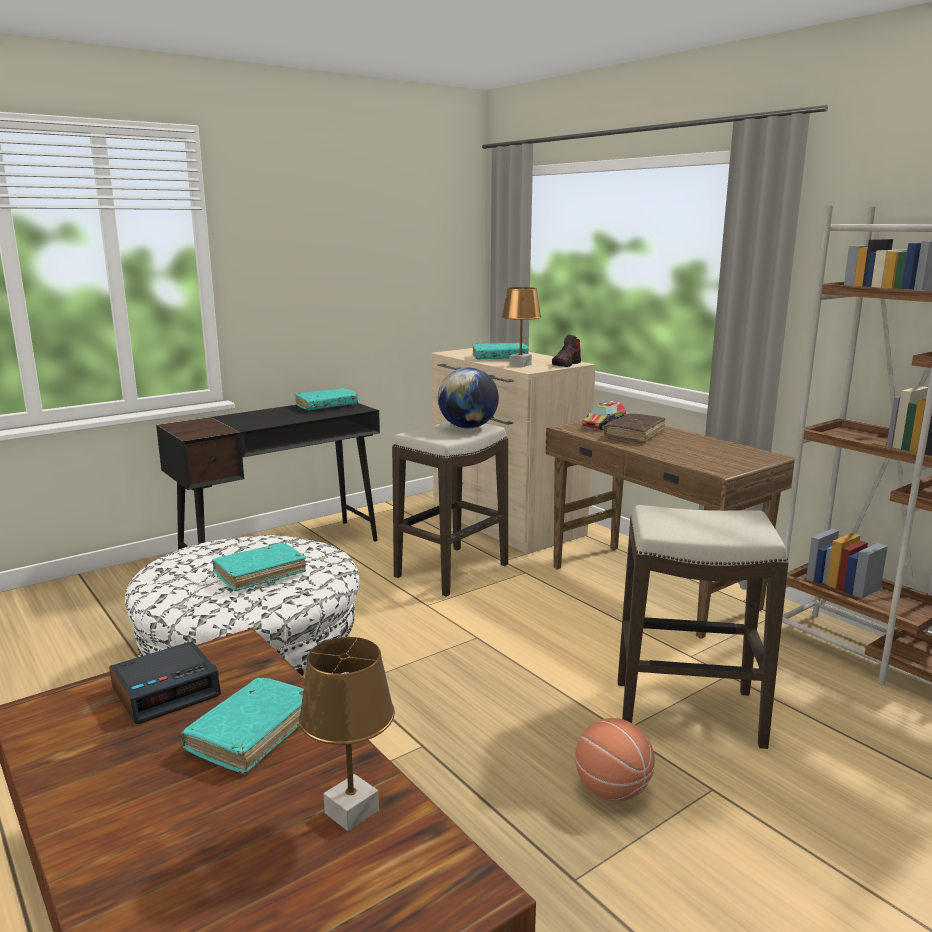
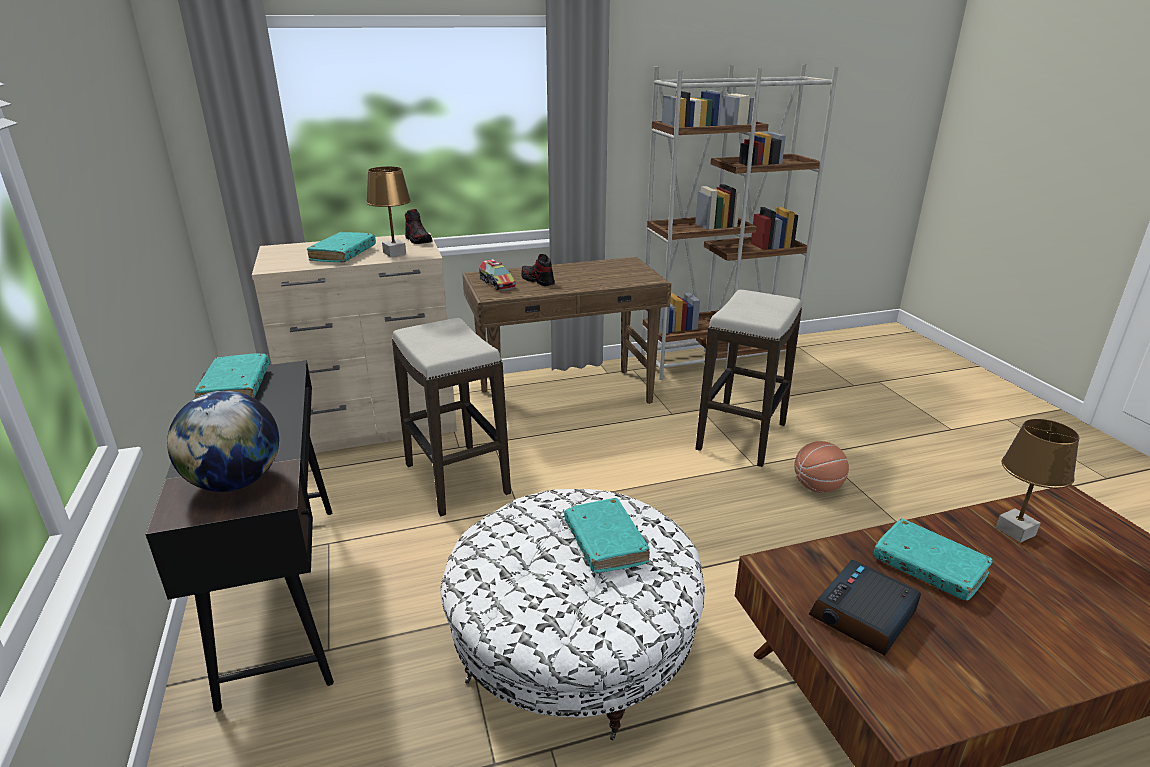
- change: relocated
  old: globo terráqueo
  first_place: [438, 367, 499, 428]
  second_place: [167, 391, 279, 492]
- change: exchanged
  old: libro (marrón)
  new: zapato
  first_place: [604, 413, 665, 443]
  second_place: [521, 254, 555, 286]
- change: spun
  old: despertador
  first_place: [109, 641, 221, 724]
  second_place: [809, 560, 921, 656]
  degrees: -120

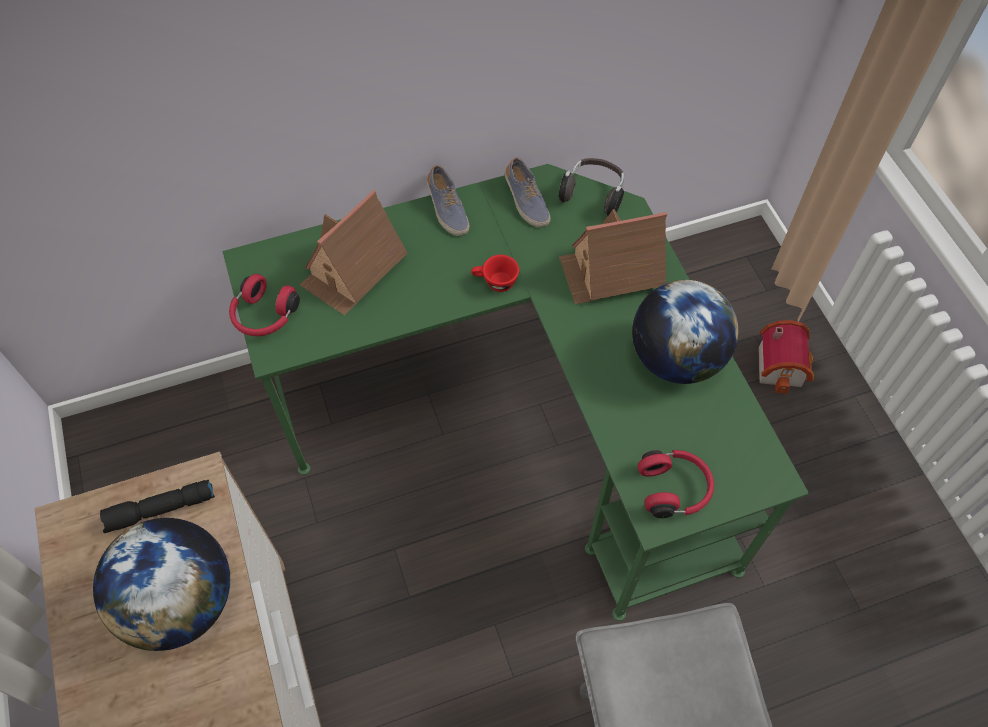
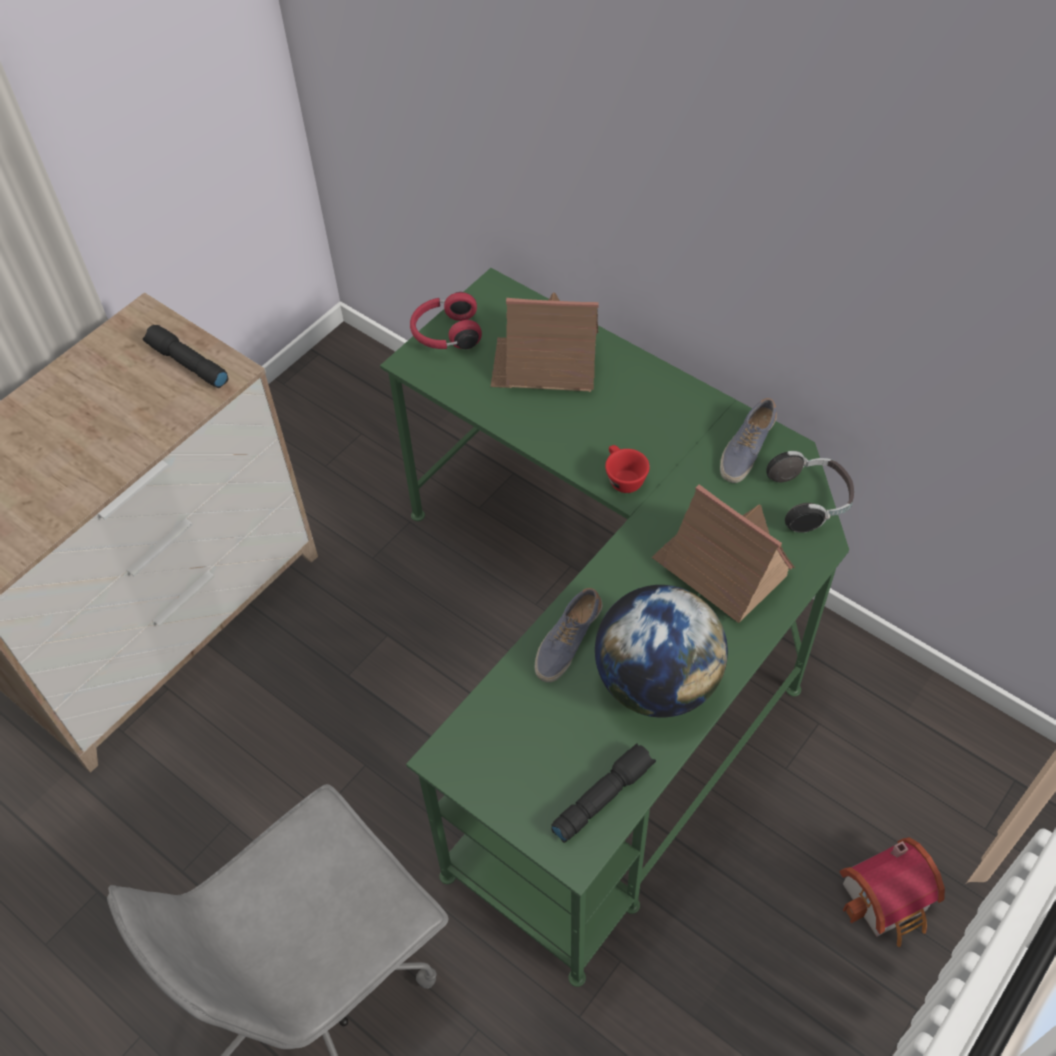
- change: missing
  old: globo terráqueo
  first_place: [93, 518, 230, 651]
- change: missing
  old: auriculares (rojo)
  first_place: [638, 450, 714, 518]
- change: appeared
  new: linterna (negro)
  second_place: [551, 743, 656, 843]
- change: relocated
  old: zapato
  first_place: [426, 165, 469, 236]
  second_place: [534, 588, 603, 682]

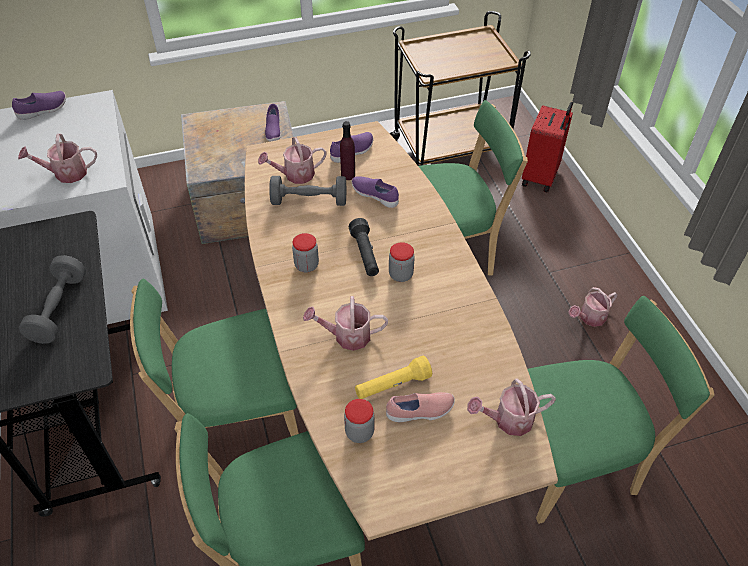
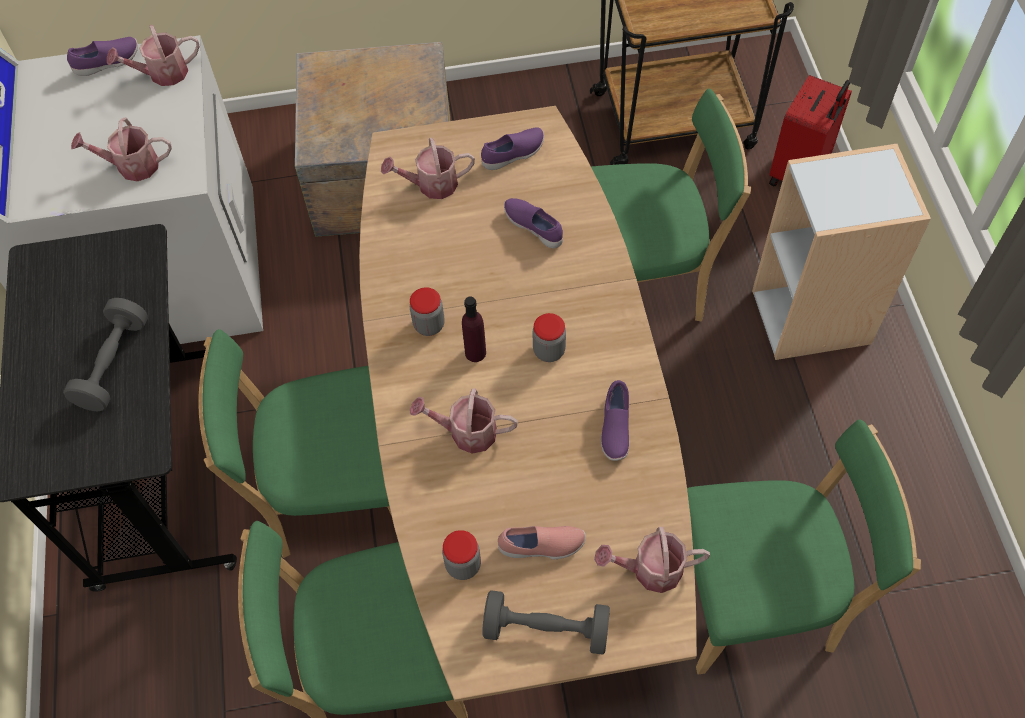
- change: missing
  old: linterna (negro)
  first_place: [349, 218, 379, 276]
- change: missing
  old: linterna (amarillo)
  first_place: [355, 356, 432, 399]
- change: appeared
  new: estantería
  second_place: [752, 144, 931, 360]
- change: relocated
  old: zapato (morado)
  first_place: [265, 104, 281, 141]
  second_place: [601, 380, 629, 461]
- change: relocated
  old: mancuerna (gris)
  first_place: [269, 176, 346, 206]
  second_place: [482, 590, 610, 655]
- change: relocated
  old: botella (morado)
  first_place: [340, 121, 355, 180]
  second_place: [462, 296, 486, 362]
- change: relocated
  old: regadera
  first_place: [568, 287, 618, 327]
  second_place: [107, 25, 200, 86]

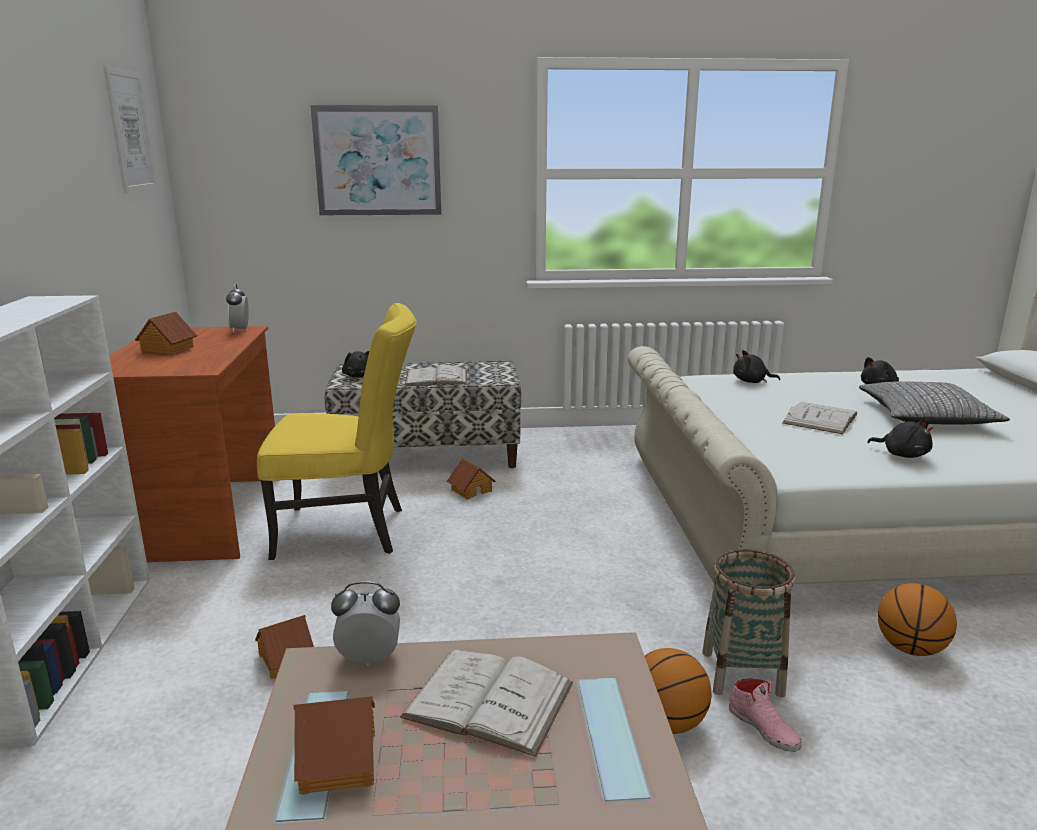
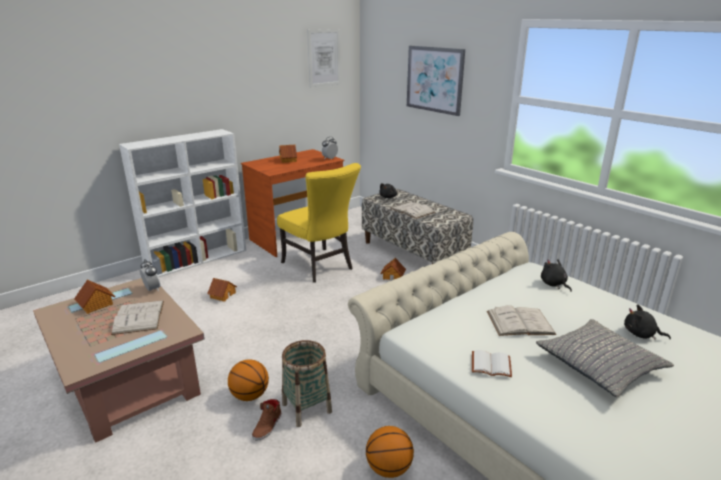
- change: exchanged
  old: peluche (negro)
  new: libro (blanco)
  first_place: [868, 420, 933, 458]
  second_place: [472, 350, 512, 377]
- change: colour
  old: zapato (rosa)
  new: zapato (marrón)
  first_place: [729, 678, 802, 752]
  second_place: [252, 399, 281, 441]

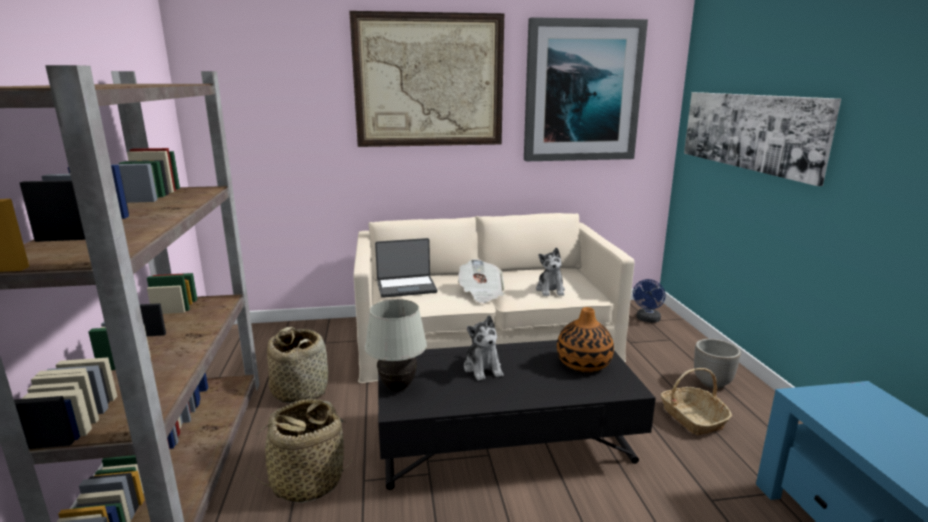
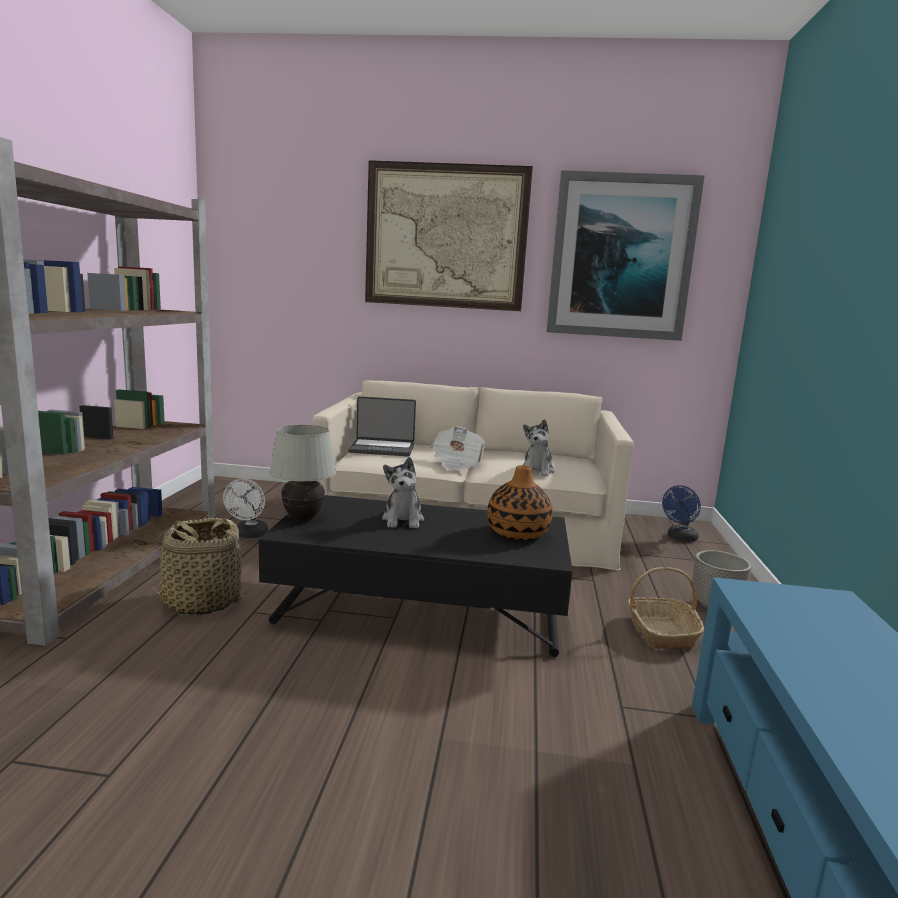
- change: missing
  old: cuadro
  first_place: [684, 92, 841, 186]
- change: exchanged
  old: cesta
  new: ventilador (blanco)
  first_place: [267, 327, 328, 403]
  second_place: [223, 479, 268, 538]

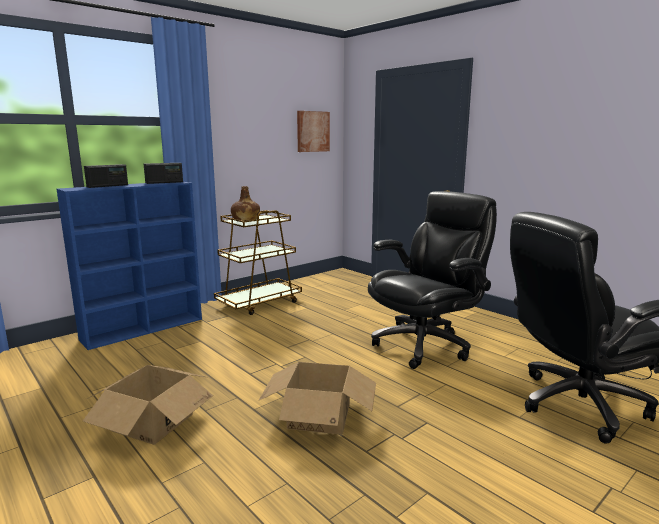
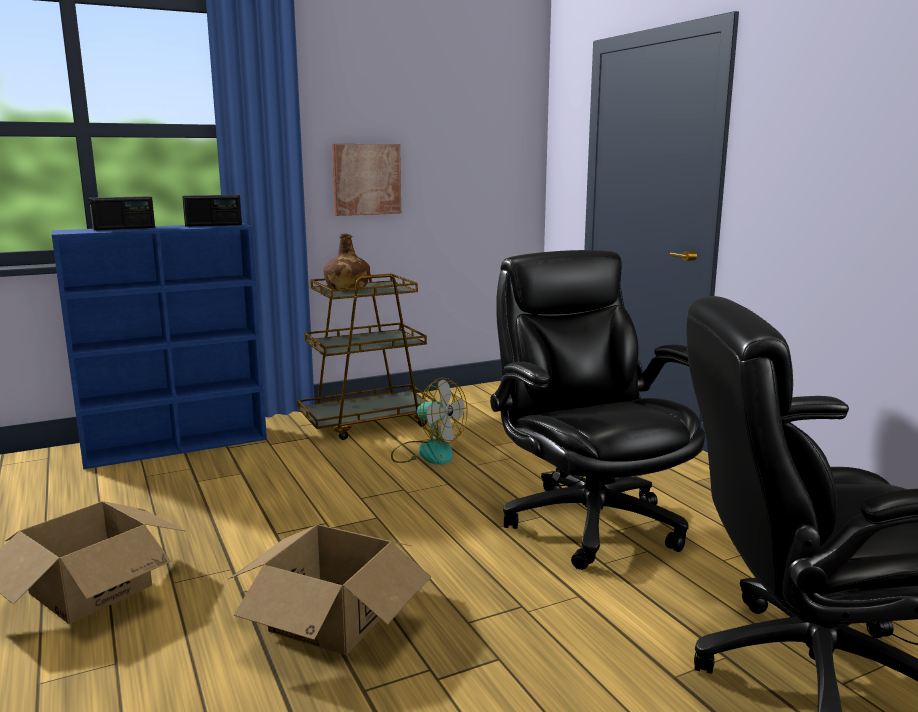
- change: appeared
  new: ventilador
  second_place: [391, 378, 467, 465]
- change: relocated
  old: cuadro
  first_place: [297, 111, 330, 152]
  second_place: [332, 144, 401, 216]
- change: spun
  old: silla de oficina (negro)
  first_place: [368, 191, 497, 369]
  second_place: [490, 250, 705, 570]
  degrees: -90

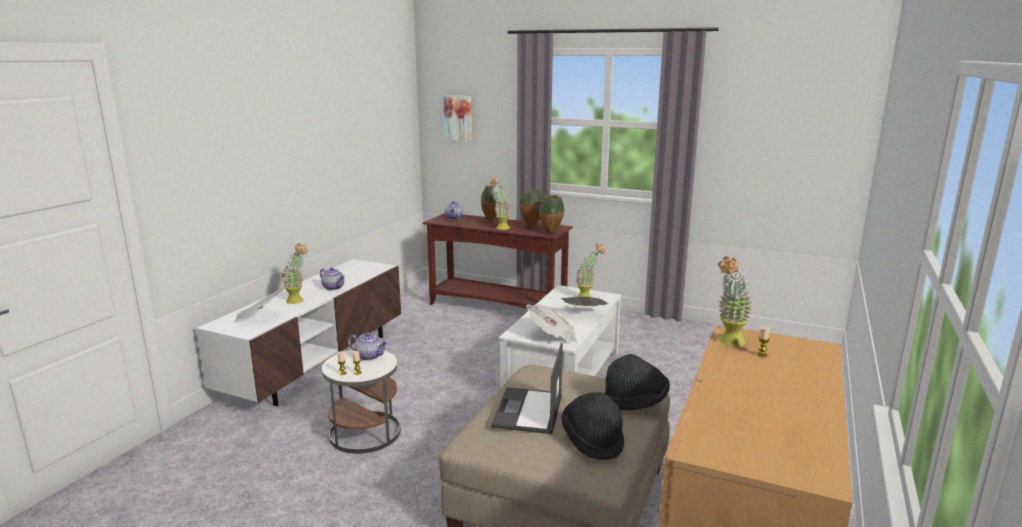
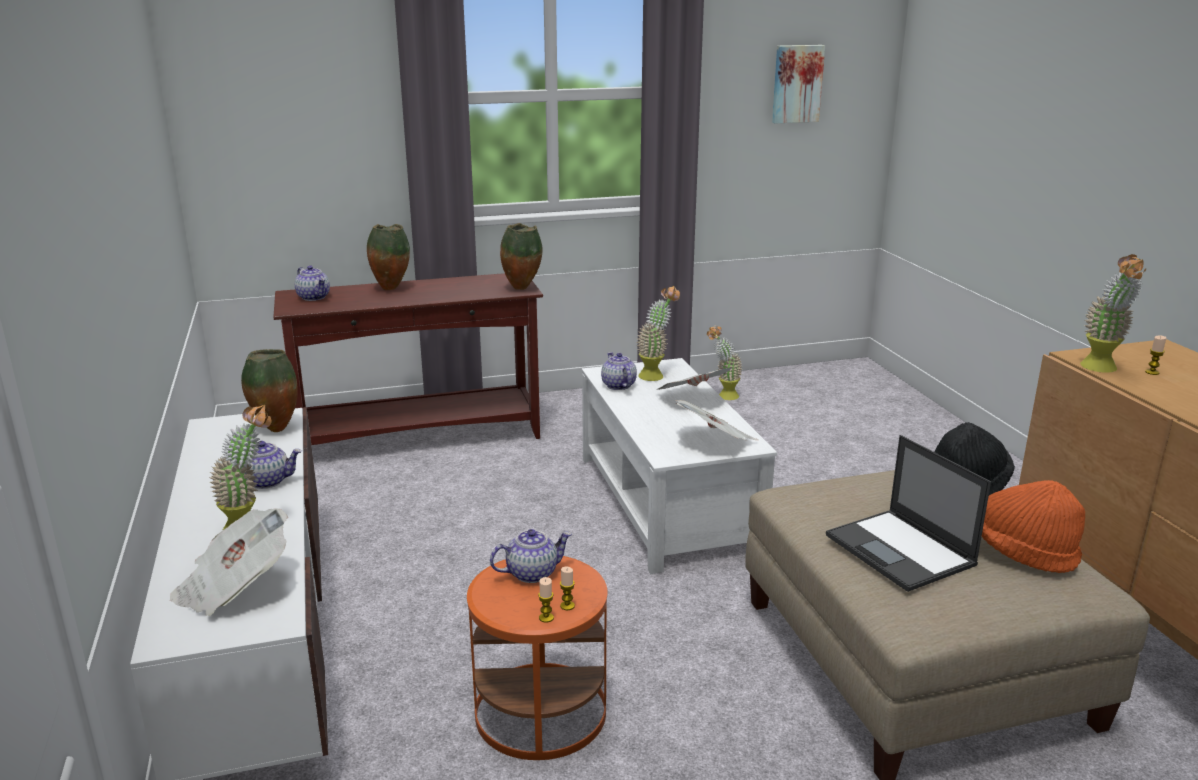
- change: appeared
  new: tetera
  second_place: [601, 352, 637, 390]
- change: relocated
  old: cuadro
  first_place: [443, 95, 472, 141]
  second_place: [772, 45, 825, 124]
- change: relocated
  old: planta en maceta
  first_place: [490, 178, 511, 230]
  second_place: [707, 325, 742, 400]
- change: relocated
  old: florero
  first_place: [519, 189, 543, 228]
  second_place: [241, 349, 298, 432]
- change: colour
  old: mesa auxiliar (blanco)
  new: mesa auxiliar (naranja)
  first_place: [322, 350, 401, 454]
  second_place: [467, 556, 607, 760]
- change: colour
  old: sombrero (negro)
  new: sombrero (naranja)
  first_place: [562, 392, 624, 460]
  second_place: [982, 480, 1085, 573]

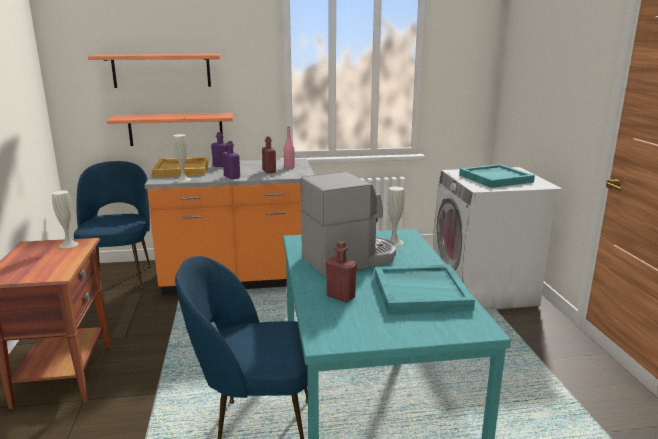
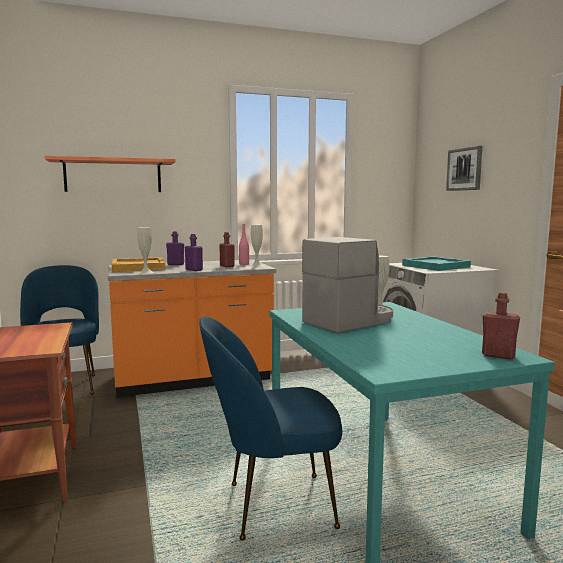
- change: missing
  old: estante
  first_place: [106, 113, 233, 146]
- change: missing
  old: bandeja (turquesa)
  first_place: [375, 265, 475, 314]
- change: appeared
  new: cuadro
  second_place: [446, 146, 482, 191]
- change: relocated
  old: florero (blanco)
  first_place: [52, 191, 79, 248]
  second_place: [250, 225, 263, 267]
- change: relocated
  old: botella (rojo)
  first_place: [326, 241, 357, 302]
  second_place: [482, 292, 520, 359]

